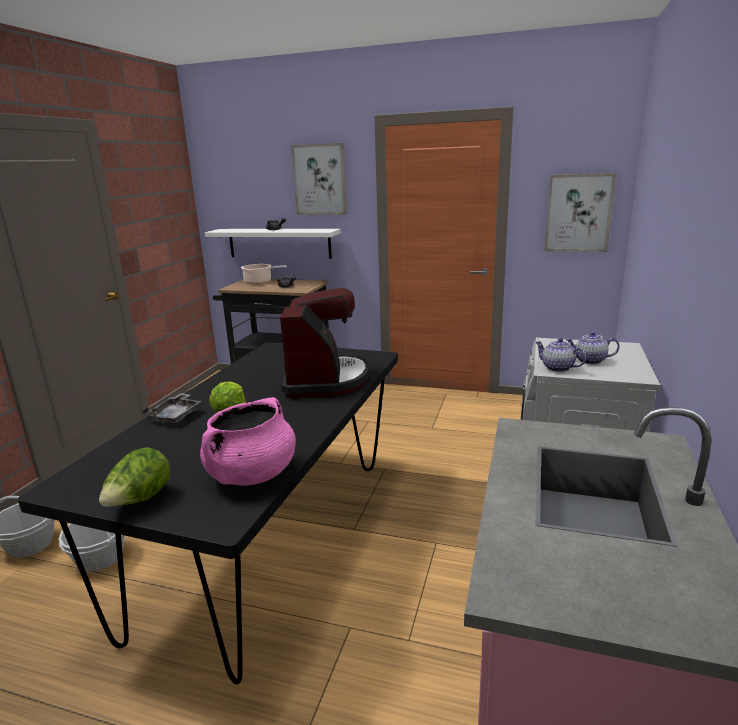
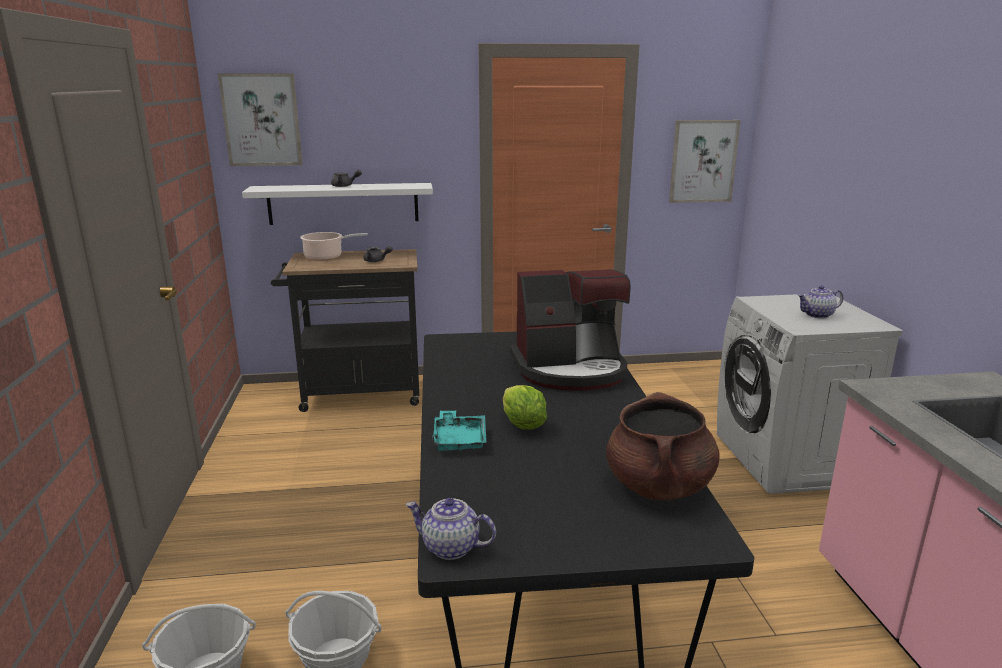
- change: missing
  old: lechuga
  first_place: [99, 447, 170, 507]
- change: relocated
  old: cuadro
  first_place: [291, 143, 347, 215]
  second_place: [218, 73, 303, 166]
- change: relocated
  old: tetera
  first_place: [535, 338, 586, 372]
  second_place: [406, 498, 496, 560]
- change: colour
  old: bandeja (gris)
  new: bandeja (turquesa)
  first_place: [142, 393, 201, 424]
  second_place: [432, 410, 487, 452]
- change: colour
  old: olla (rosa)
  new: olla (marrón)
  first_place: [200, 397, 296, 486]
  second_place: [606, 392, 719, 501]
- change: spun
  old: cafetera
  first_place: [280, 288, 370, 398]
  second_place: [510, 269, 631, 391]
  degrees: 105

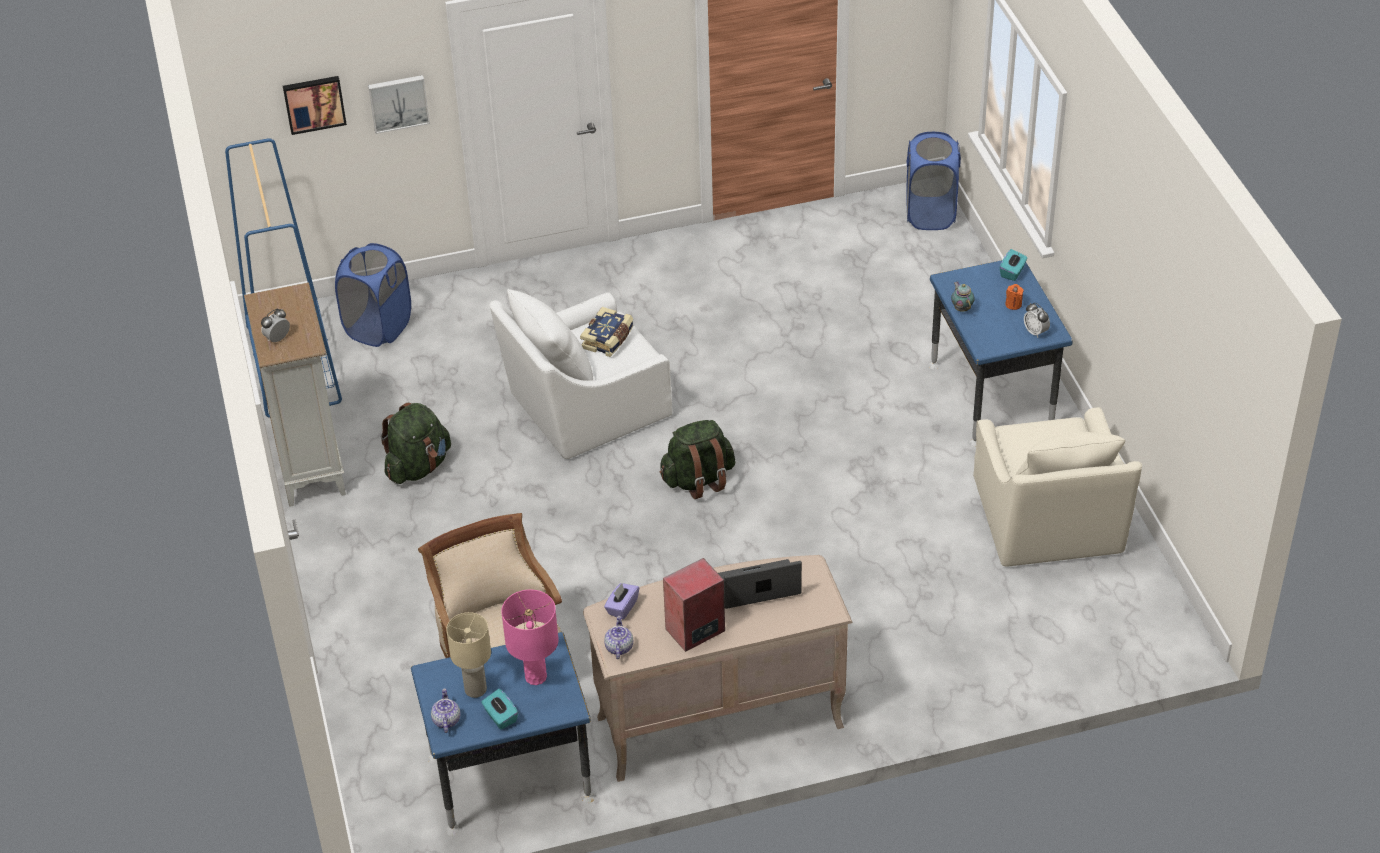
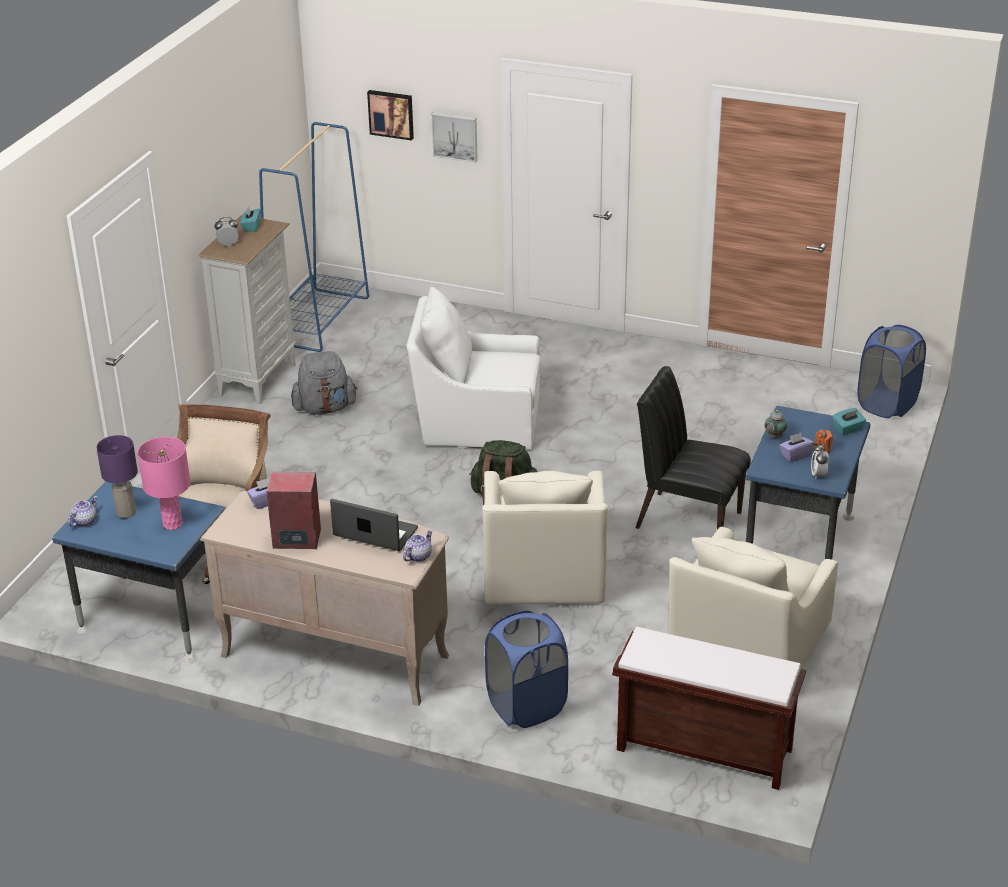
- change: missing
  old: libro
  first_place: [580, 307, 634, 357]
- change: appeared
  new: sillón (beis)
  second_place: [482, 471, 608, 604]
- change: appeared
  new: banco (marrón)
  second_place: [612, 627, 806, 790]
- change: appeared
  new: silla (negro)
  second_place: [636, 366, 751, 530]
- change: appeared
  new: caja de pañuelos (morado)
  second_place: [779, 433, 815, 462]
- change: relocated
  old: cesto de la ropa (azul)
  first_place: [335, 243, 411, 347]
  second_place: [485, 611, 568, 728]
- change: relocated
  old: caja de pañuelos (turquesa)
  first_place: [481, 689, 518, 730]
  second_place: [241, 206, 260, 231]
- change: relocated
  old: tetera
  first_place: [604, 616, 633, 659]
  second_place: [403, 530, 433, 562]
- change: colour
  old: mochila (verde)
  new: mochila (gris)
  first_place: [380, 403, 451, 484]
  second_place: [291, 351, 357, 415]
- change: colour
  old: lámpara de mesa (beis)
  new: lámpara de mesa (morado)
  first_place: [446, 612, 491, 698]
  second_place: [97, 435, 138, 518]

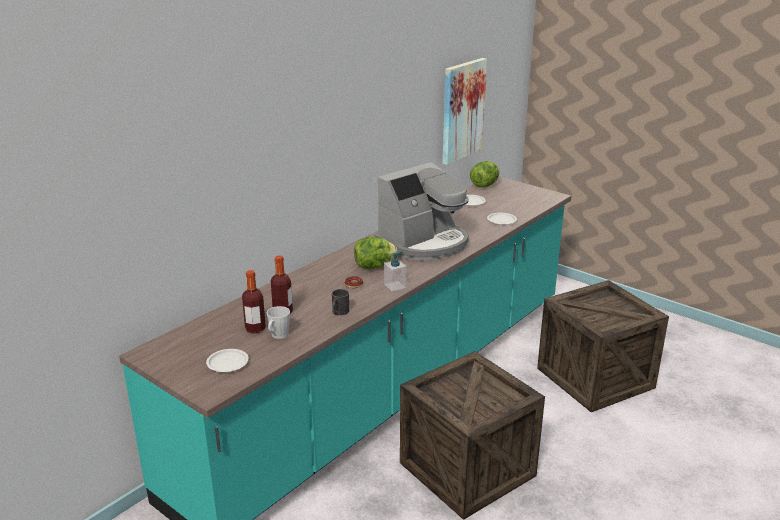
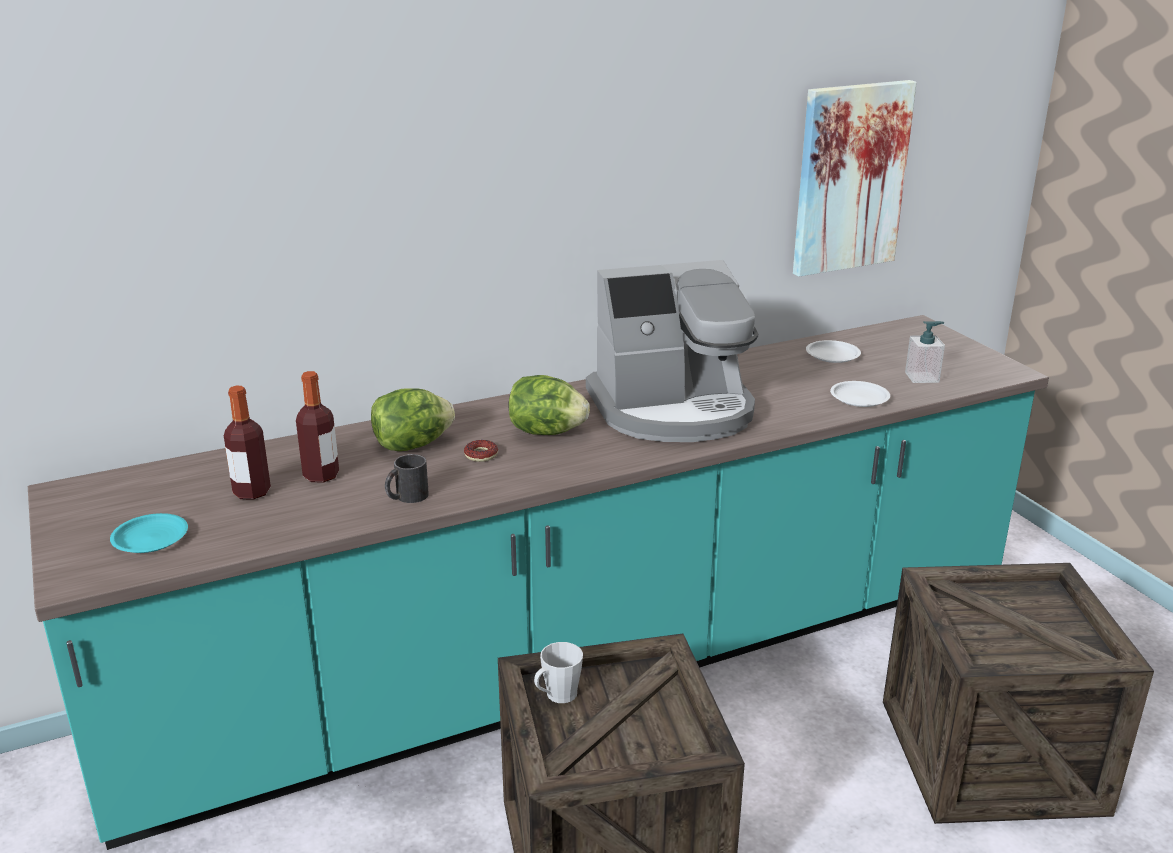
- change: relocated
  old: taza grande (gris)
  first_place: [267, 306, 290, 339]
  second_place: [534, 642, 583, 703]
- change: relocated
  old: dispensador de jabón
  first_place: [384, 251, 407, 291]
  second_place: [905, 321, 945, 383]
- change: relocated
  old: lechuga
  first_place: [470, 161, 499, 187]
  second_place: [371, 388, 455, 451]
- change: colour
  old: plato (blanco)
  new: plato (turquesa)
  first_place: [206, 349, 249, 372]
  second_place: [110, 513, 188, 553]

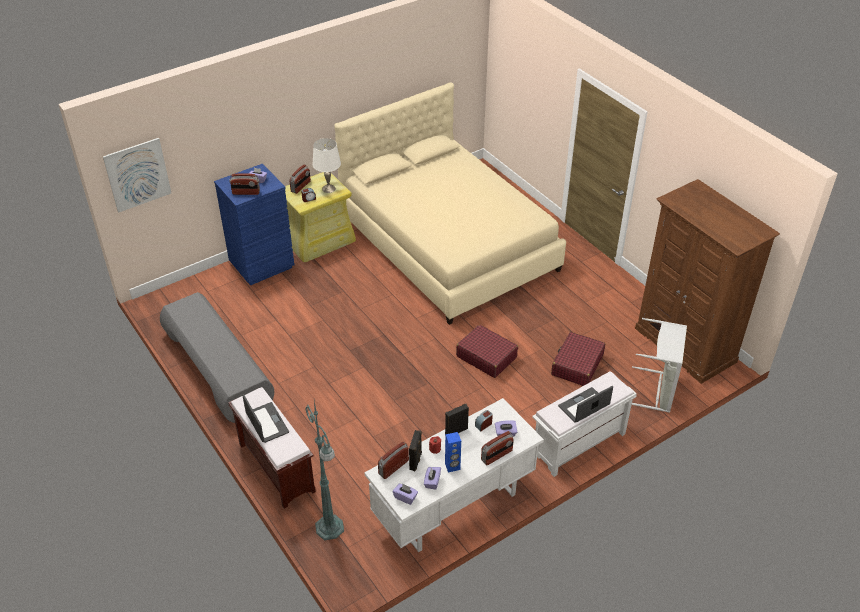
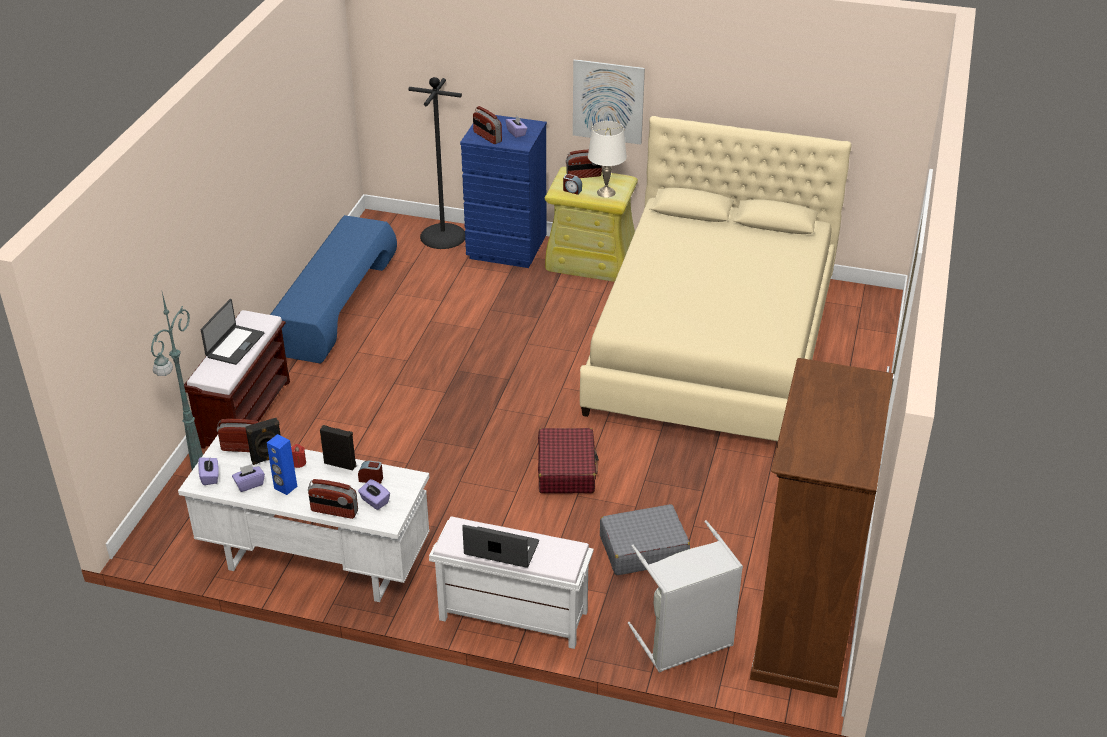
- change: appeared
  new: perchero (negro)
  second_place: [408, 77, 465, 249]
- change: relocated
  old: cuadro
  first_place: [103, 138, 171, 213]
  second_place: [573, 59, 645, 145]
- change: colour
  old: banco (gris)
  new: banco (azul)
  first_place: [160, 292, 274, 423]
  second_place: [270, 215, 397, 363]
- change: colour
  old: maleta (rojo)
  new: maleta (gris)
  first_place: [551, 332, 605, 386]
  second_place: [600, 504, 690, 575]

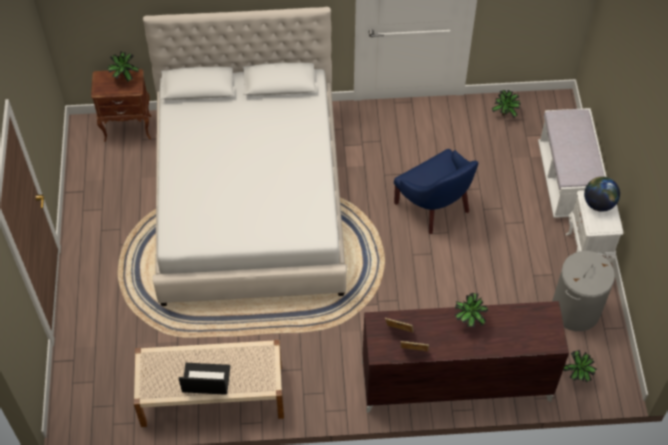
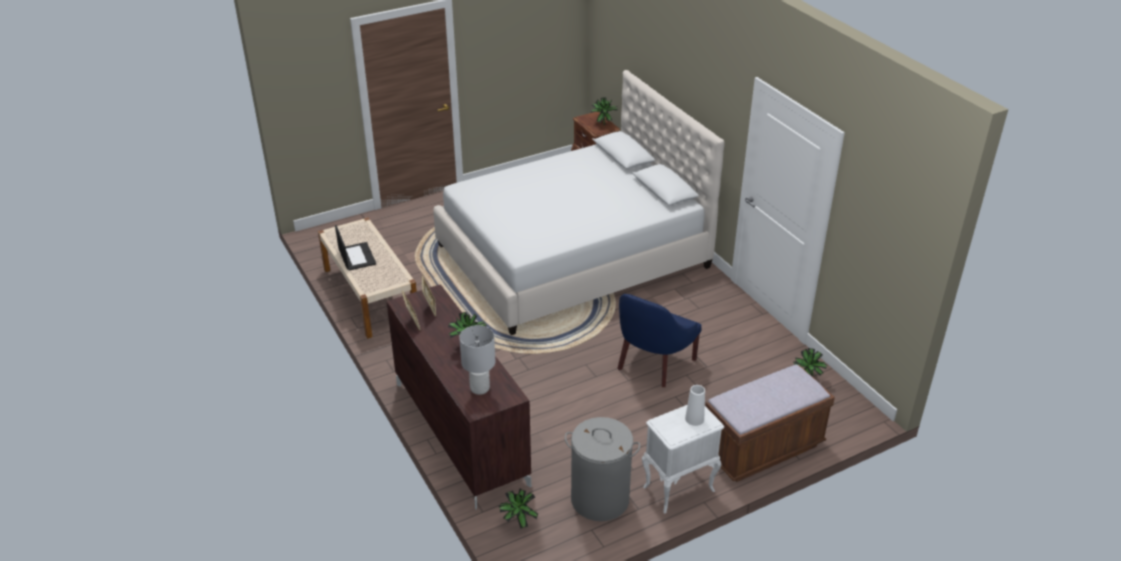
- change: appeared
  new: lámpara de mesa (gris)
  second_place: [459, 325, 495, 395]
- change: exchanged
  old: globo terráqueo
  new: florero (blanco)
  first_place: [584, 176, 620, 212]
  second_place: [685, 385, 705, 426]
- change: colour
  old: banco (blanco)
  new: banco (marrón)
  first_place: [538, 108, 607, 218]
  second_place: [705, 364, 835, 482]

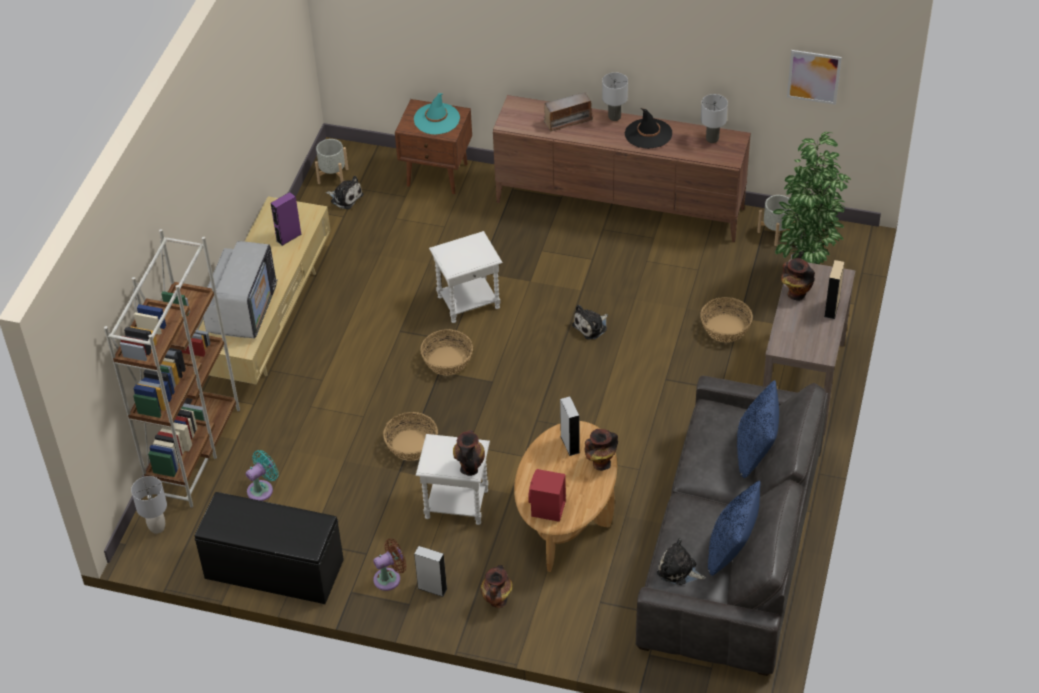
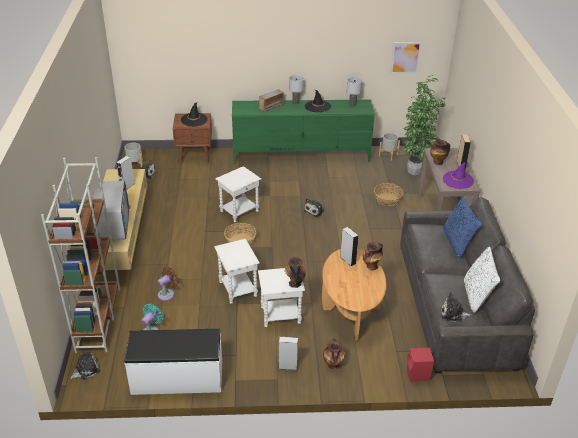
- change: appeared
  new: sombrero (morado)
  second_place: [443, 162, 474, 189]
- change: relocated
  old: ventilador (marrón)
  first_place: [373, 539, 406, 591]
  second_place: [157, 267, 178, 301]
- change: relocated
  old: altavoz (rojo)
  first_place: [528, 469, 566, 522]
  second_place: [407, 348, 434, 382]
- change: exchanged
  old: lámpara de mesa (gris)
  new: peluche
  first_place: [131, 476, 167, 534]
  second_place: [70, 350, 100, 379]
- change: exchanged
  old: cesta
  new: mesa auxiliar (blanco)
  first_place: [383, 412, 438, 461]
  second_place: [214, 239, 260, 303]
- change: colour
  old: banco (negro)
  new: banco (blanco)
  first_place: [195, 492, 344, 604]
  second_place: [124, 329, 222, 395]
- change: colour
  old: altavoz (morado)
  new: altavoz (gris)
  first_place: [270, 192, 302, 246]
  second_place: [116, 156, 135, 189]
- change: colour
  old: sombrero (turquesa)
  new: sombrero (negro)
  first_place: [414, 93, 460, 135]
  second_place: [181, 102, 207, 127]
- change: colour
  old: armario (marrón)
  new: armario (verde)
  first_place: [493, 95, 751, 242]
  second_place: [232, 100, 375, 164]
- change: colour
  old: cojín (azul)
  new: cojín (blanco)
  first_place: [708, 481, 761, 576]
  second_place: [464, 246, 500, 313]

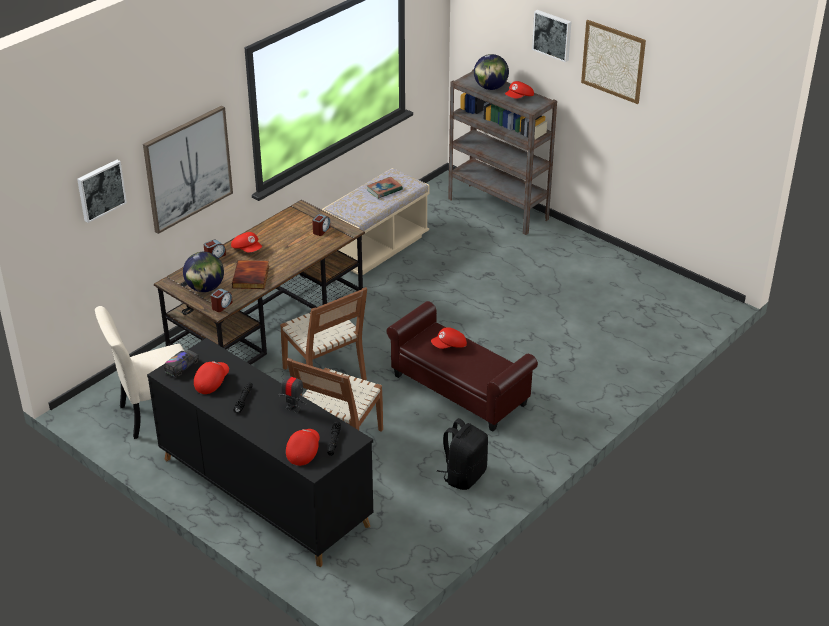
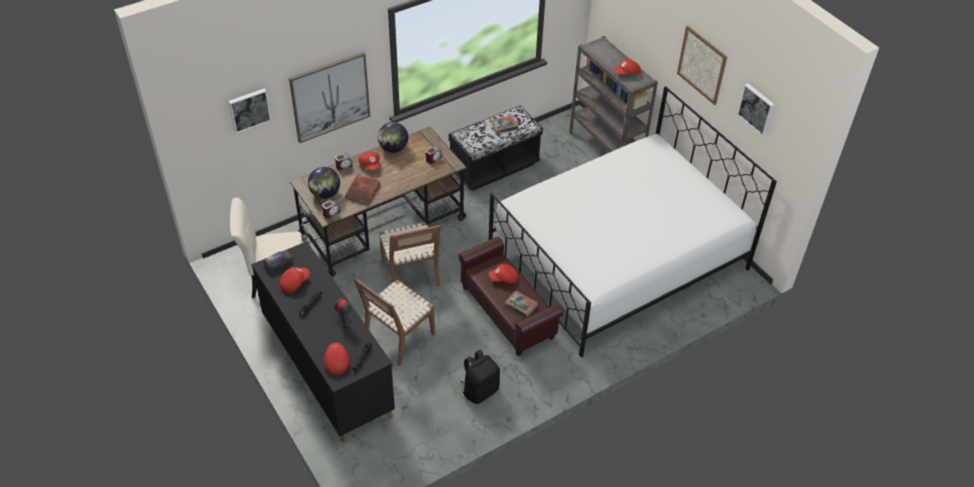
- change: appeared
  new: cama (blanco)
  second_place: [489, 86, 777, 358]
- change: appeared
  new: libro
  second_place: [504, 291, 538, 317]
- change: relocated
  old: globo terráqueo
  first_place: [474, 54, 509, 90]
  second_place: [378, 122, 408, 153]
- change: relocated
  old: cuadro
  first_place: [532, 10, 571, 62]
  second_place: [737, 83, 775, 136]
- change: colour
  old: banco (beis)
  new: banco (negro)
  first_place: [321, 168, 429, 275]
  second_place: [449, 105, 543, 191]
- change: spun
  old: gorra (rojo)
  first_place: [286, 429, 320, 466]
  second_place: [324, 342, 349, 375]
  degrees: -45

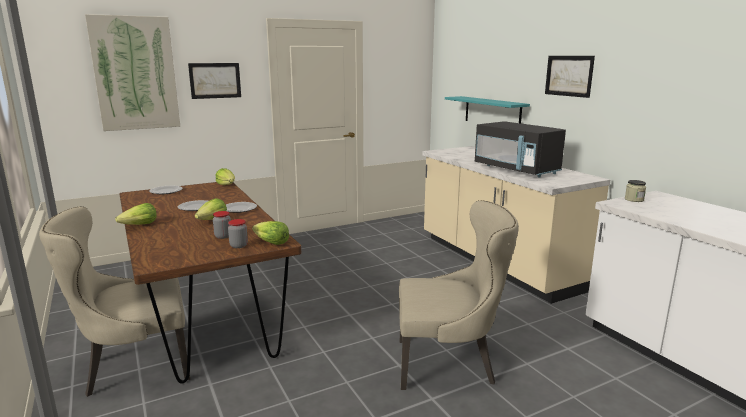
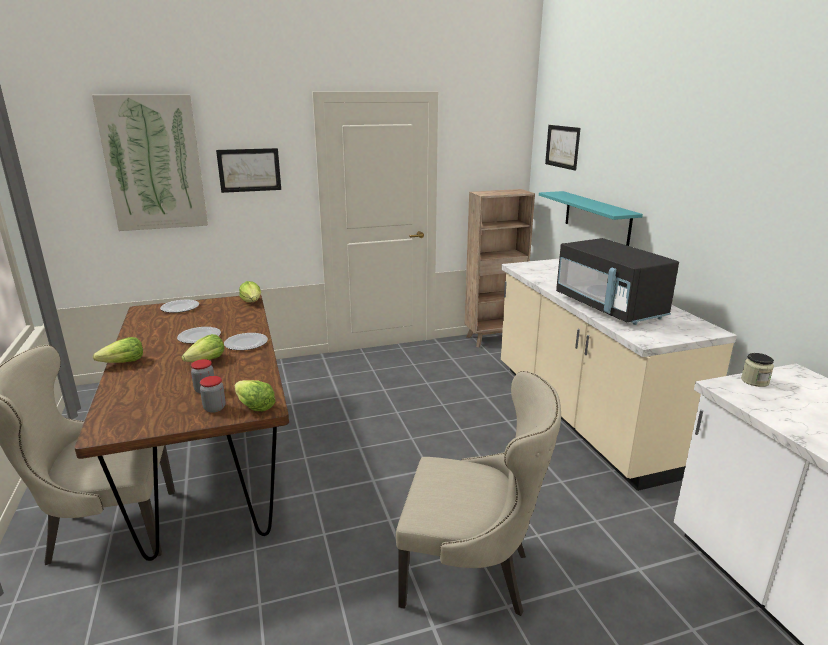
- change: appeared
  new: estantería (marrón)
  second_place: [465, 189, 535, 347]
- change: relocated
  old: cuadro
  first_place: [545, 56, 595, 98]
  second_place: [545, 125, 580, 171]

